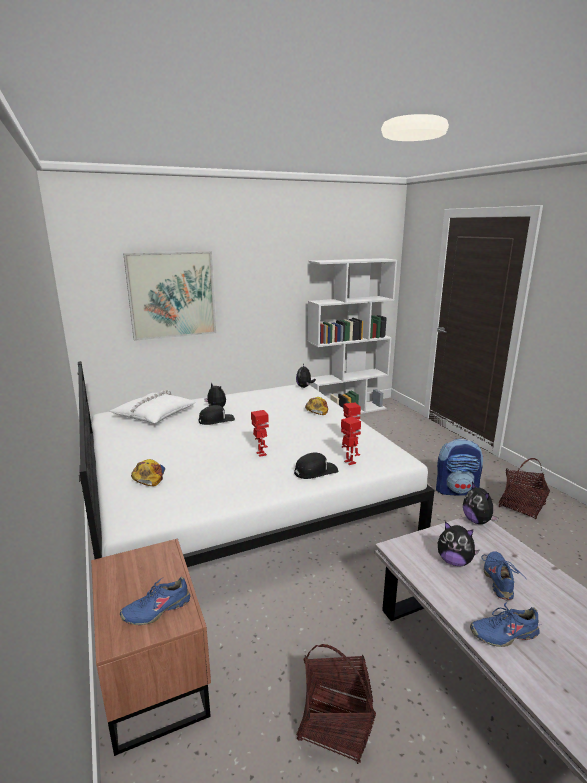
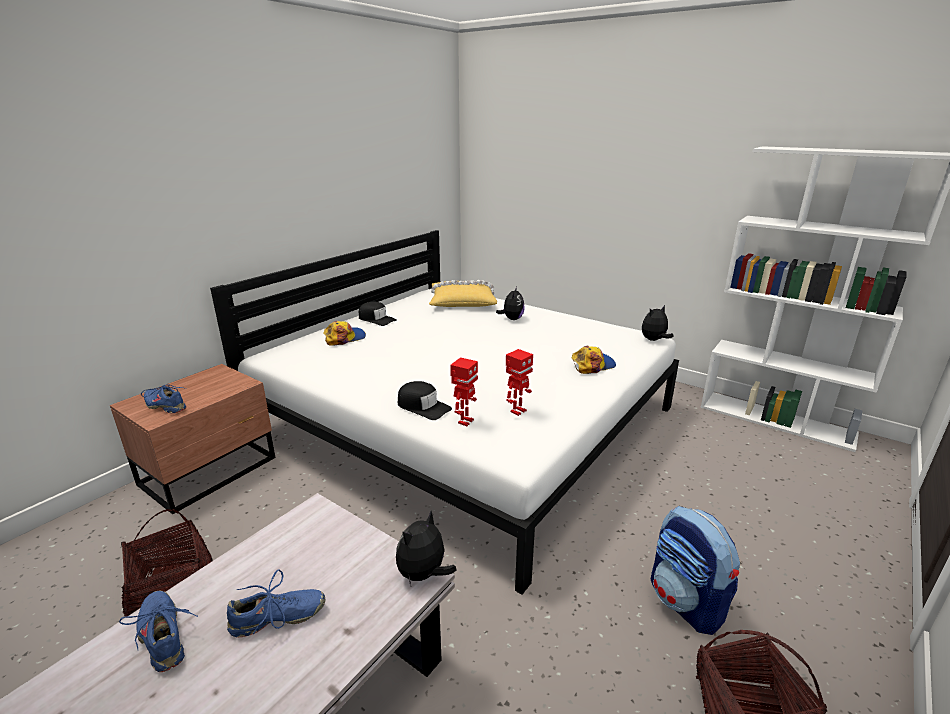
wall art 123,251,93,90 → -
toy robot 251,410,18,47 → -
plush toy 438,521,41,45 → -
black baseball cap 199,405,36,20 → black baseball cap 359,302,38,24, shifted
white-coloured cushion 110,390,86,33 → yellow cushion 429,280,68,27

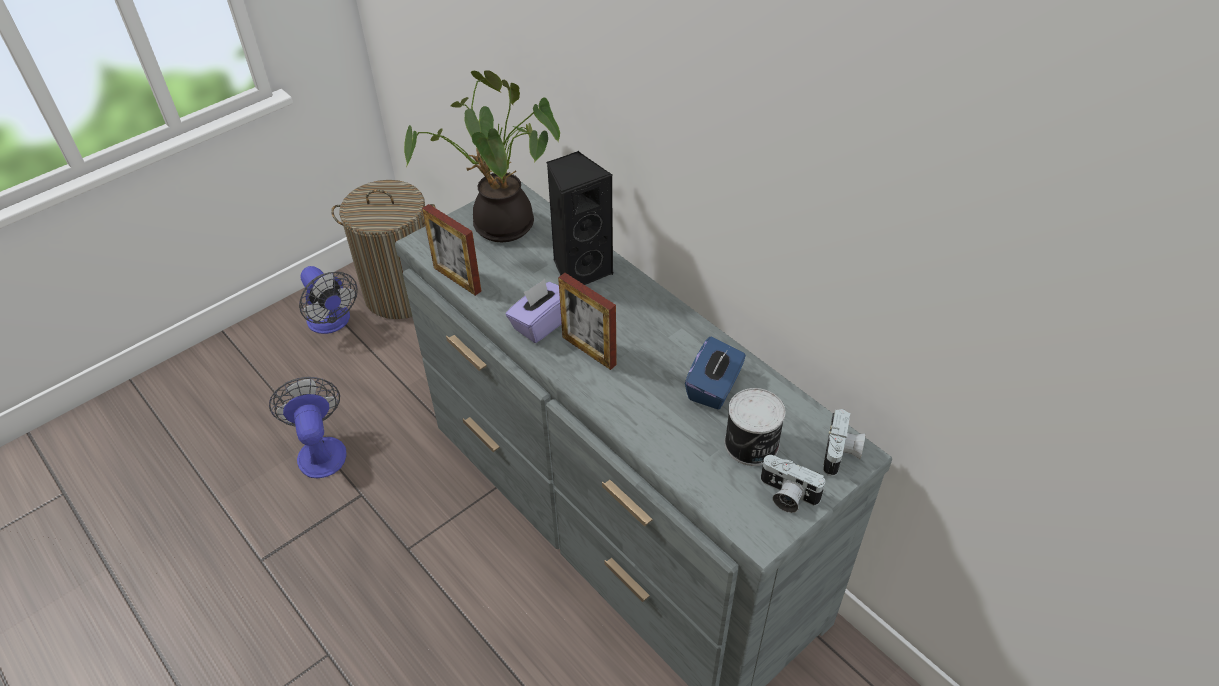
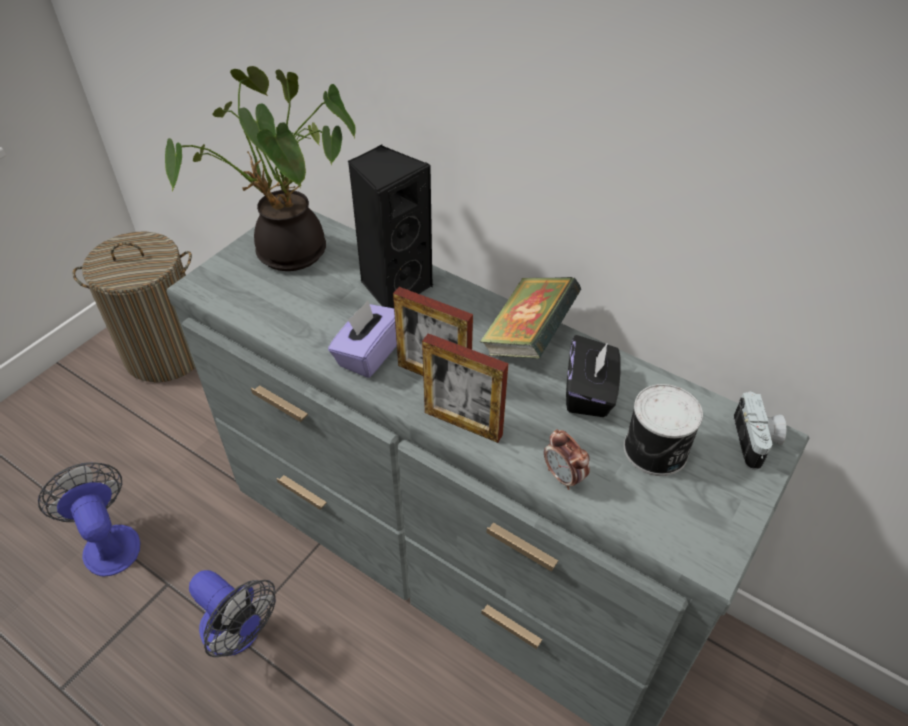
photo camera 761,455,64,58 → -
- → book 480,277,101,82
- → table clock 544,429,46,61
cooling fan 299,266,59,68 → cooling fan 189,570,87,87, shifted
photo frame 422,204,59,92 → photo frame 422,333,86,110, shifted
bluish tissue holder 685,337,61,72 → black tissue holder 566,335,55,82

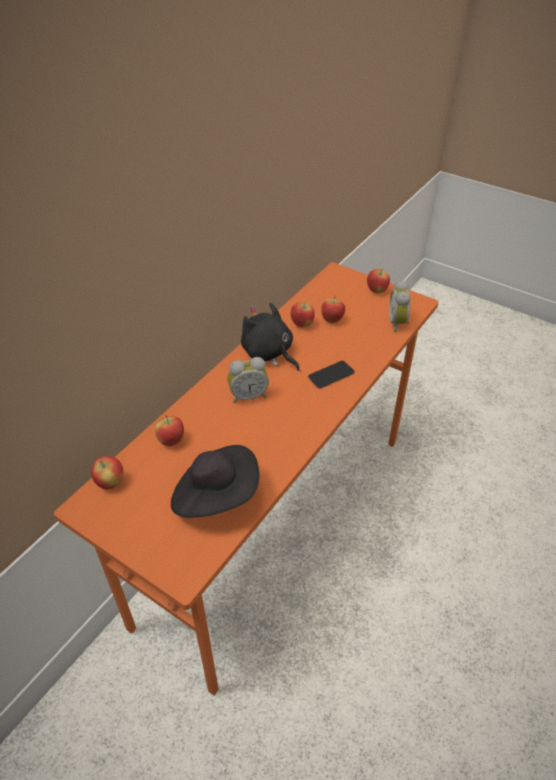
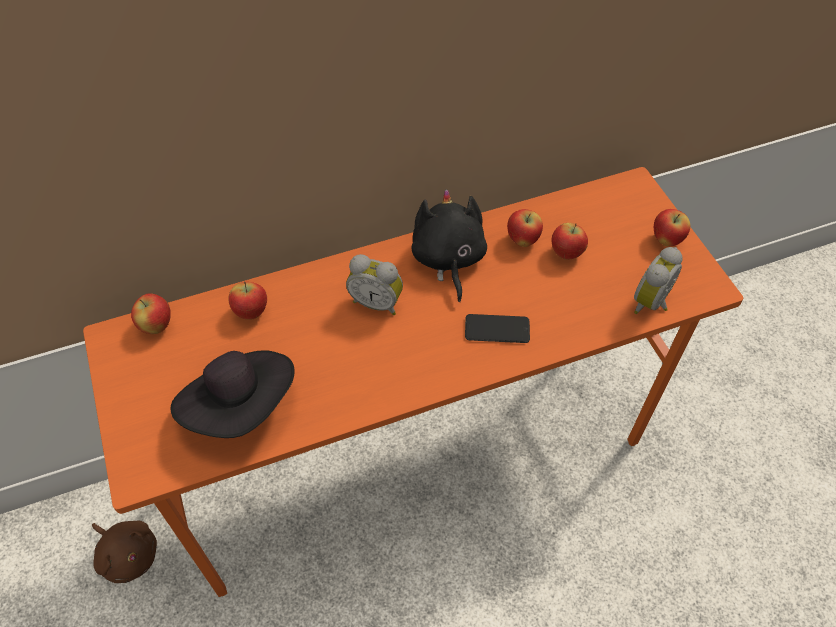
- → brown plush toy 92,520,65,63

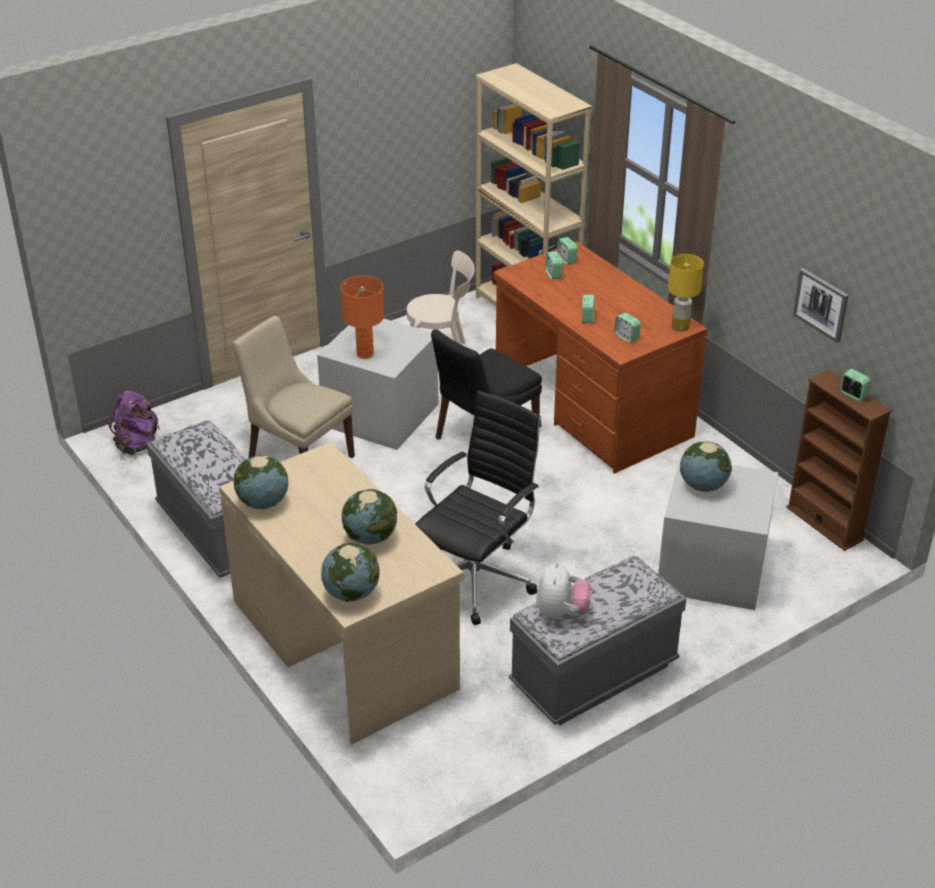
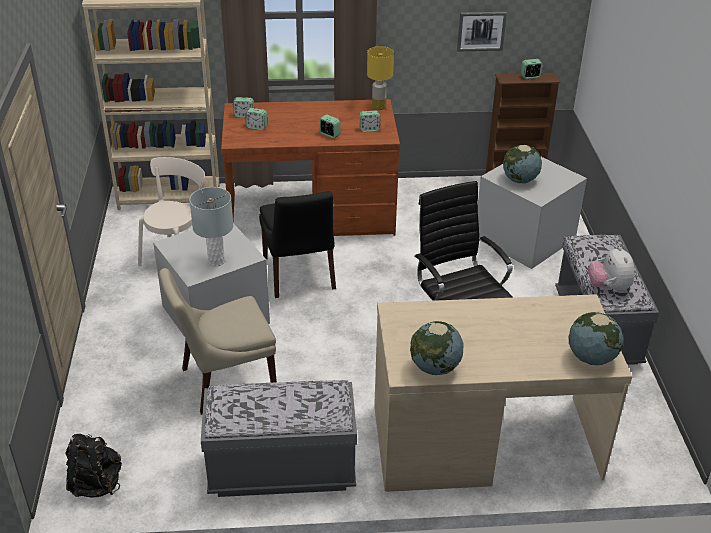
desk globe 342,489,55,56 → -
purplish rucksack 108,391,52,64 → black rucksack 66,434,56,63
orange-coloured table lamp 341,276,43,83 → grey table lamp 189,187,45,80
plush toy 536,562,55,56 → plush toy 588,247,46,45, 135 degrees counterclockwise

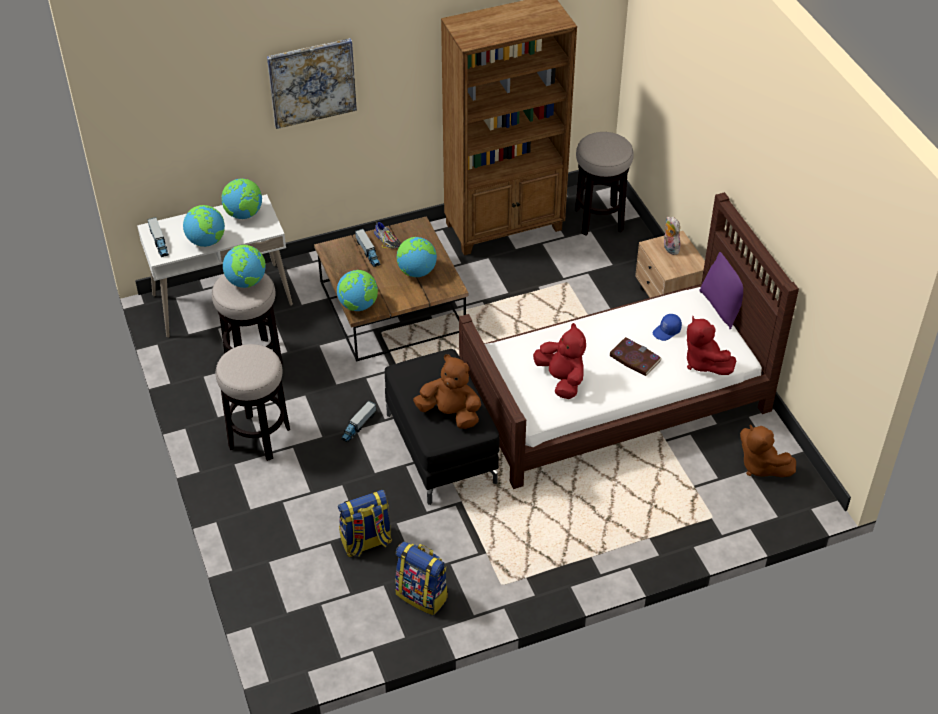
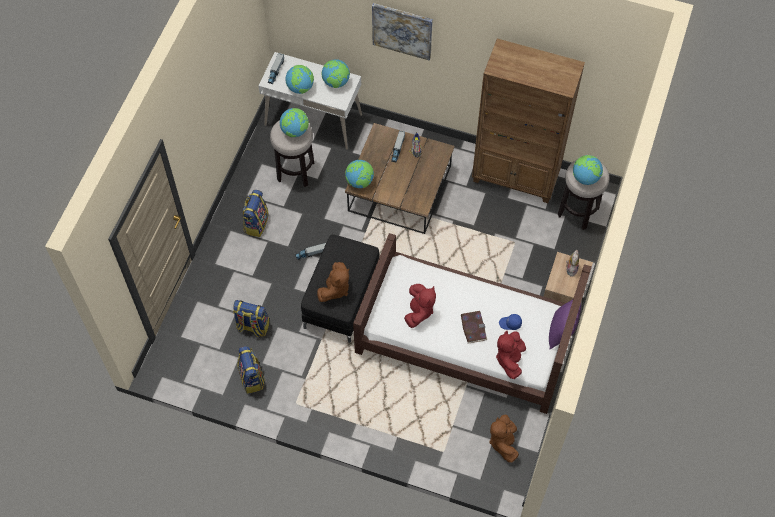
desk globe 397,237,40,40 → desk globe 573,155,30,30, shifted
sitting stool 216,344,74,117 → rucksack 243,190,26,47
brown plush toy 413,354,68,75 → brown plush toy 317,262,32,40, 60 degrees clockwise

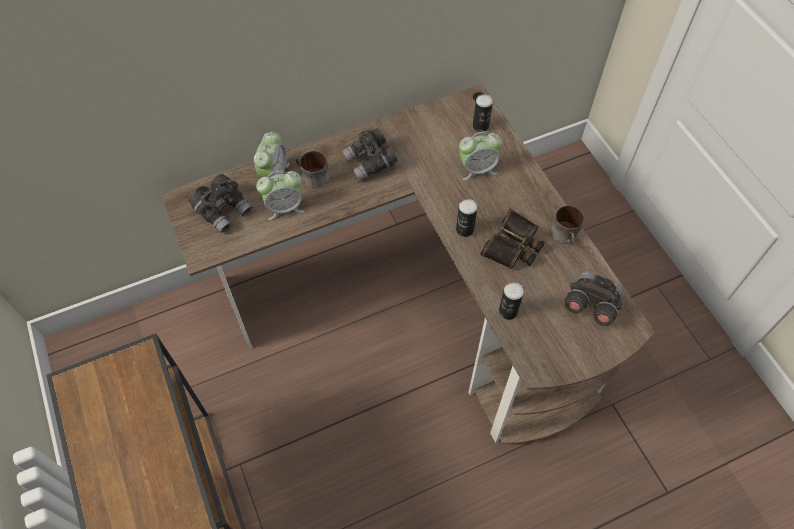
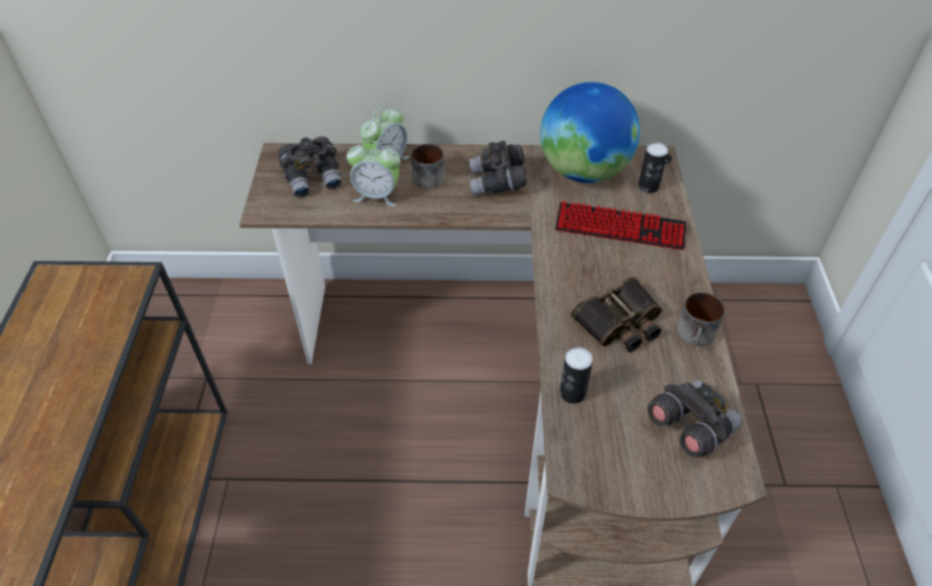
sealed can 456,199,21,38 → -
- → desk globe 540,82,100,101
table clock 459,131,44,49 → keyboard 555,201,131,49

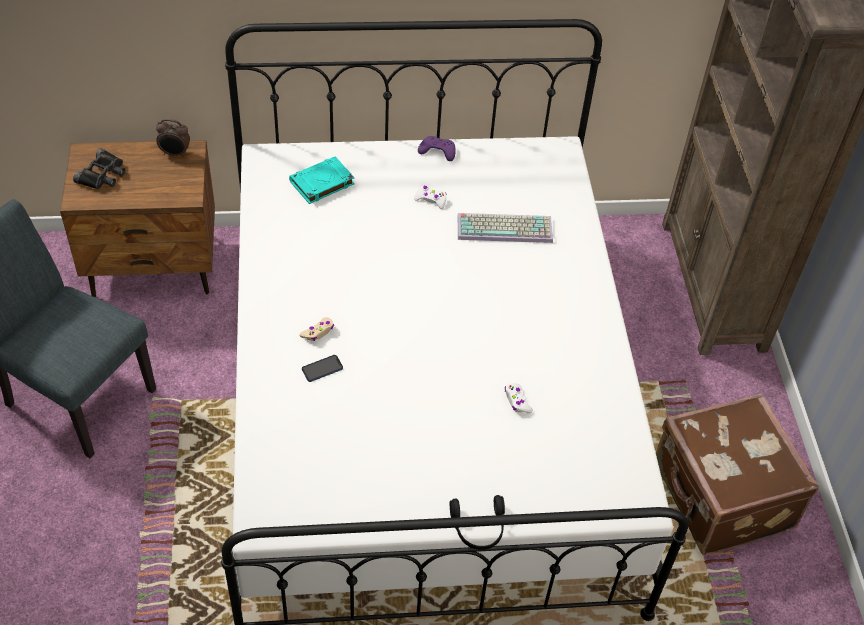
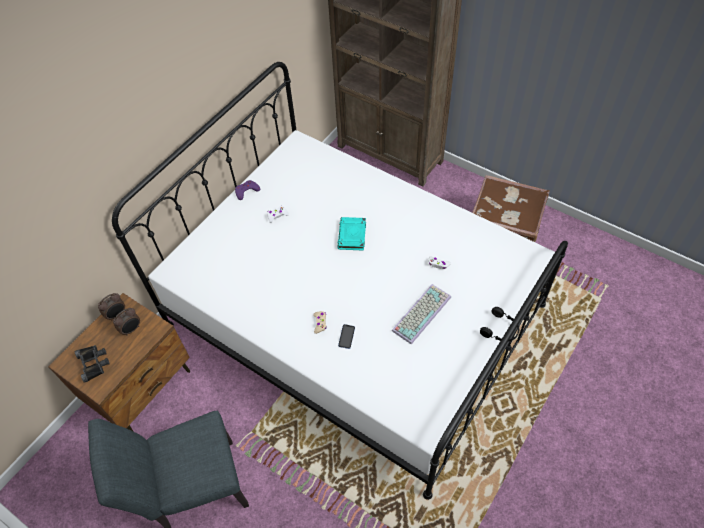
- → table clock 113,308,27,28
turquoise book 289,156,65,48 → turquoise book 337,217,29,34, shifted
keyboard 458,213,95,30 → keyboard 392,284,59,60, shifted

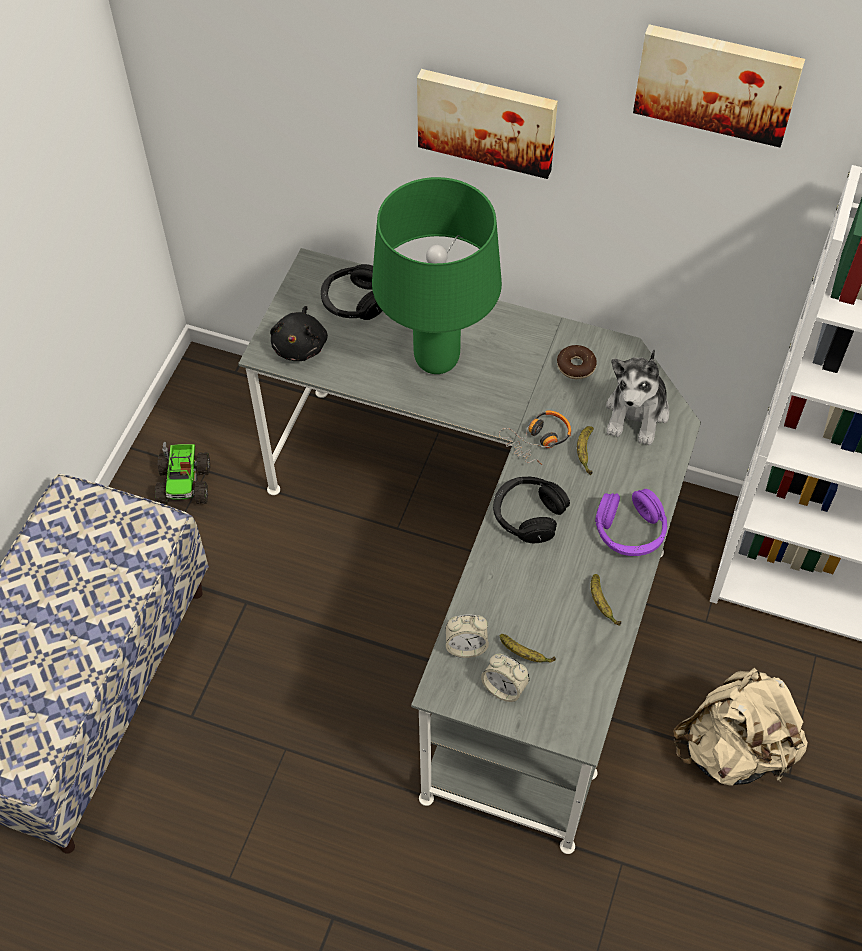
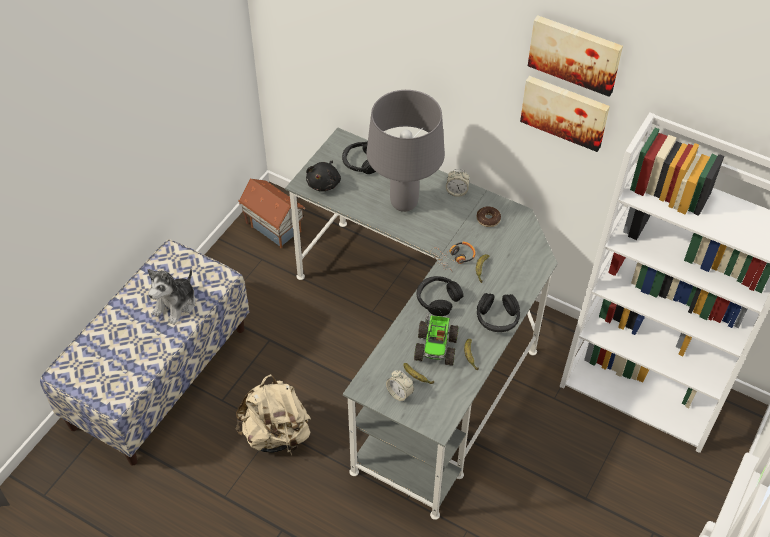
- → miniature house 238,179,67,69
toy truck 155,442,55,63 → toy truck 414,312,45,54, shifted
wall art 417,69,141,110 → wall art 520,76,90,76, shifted
table clock 445,614,44,44 → table clock 446,169,23,28, shifted
plush toy 606,350,63,96 → plush toy 148,269,48,56, shifted
sand-coloured rucksack 673,668,135,118 → sand-coloured rucksack 236,374,75,81, shifted
green table lamp 372,177,130,197 → grey table lamp 366,90,79,122
purplish headset 595,489,72,67 → black headset 477,293,43,39

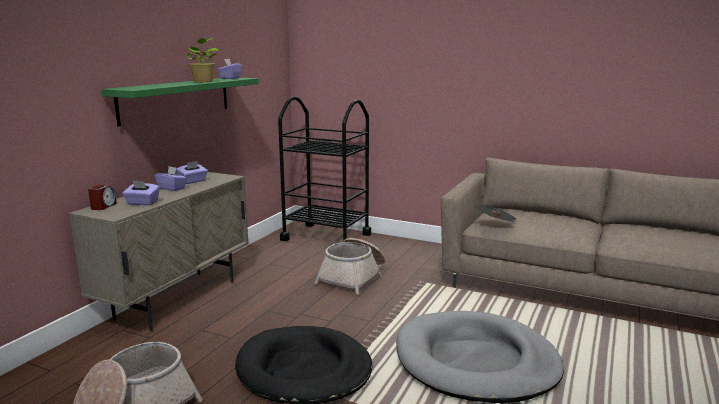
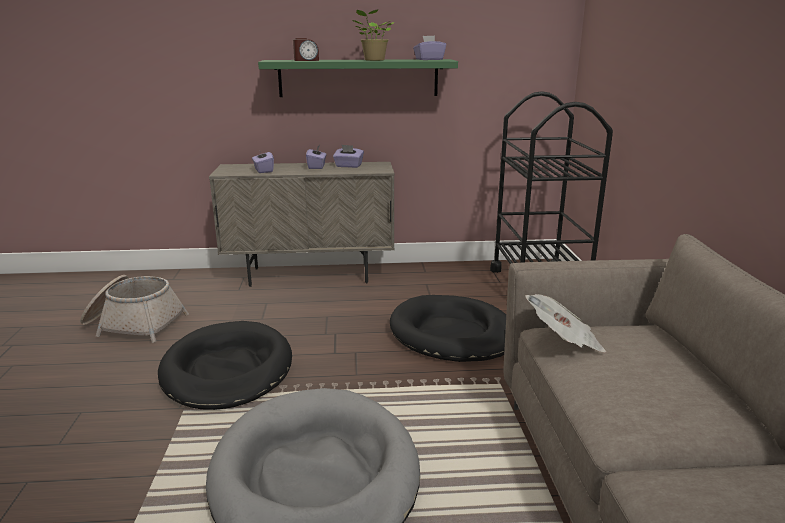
table clock 88,185,29,25 → table clock 293,38,26,23, shifted
household basket 314,238,71,57 → black dog cushion 390,295,116,67

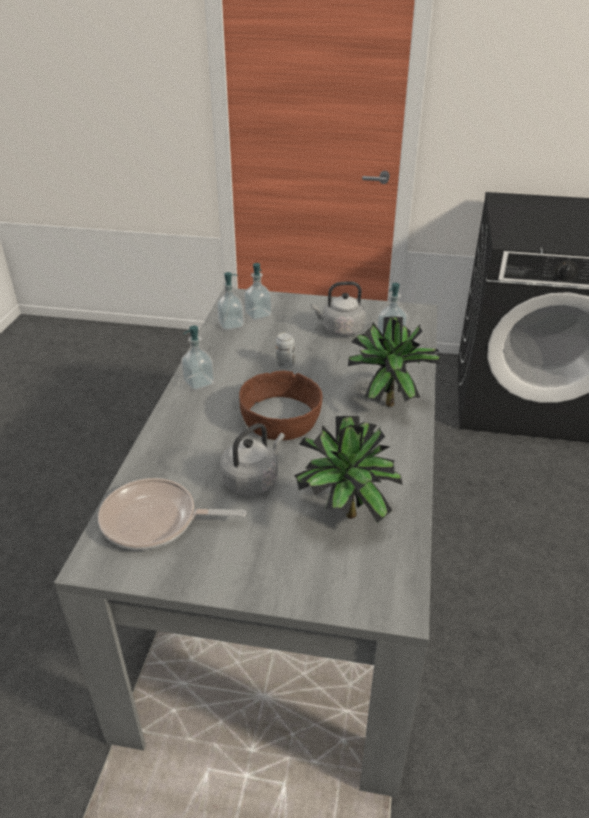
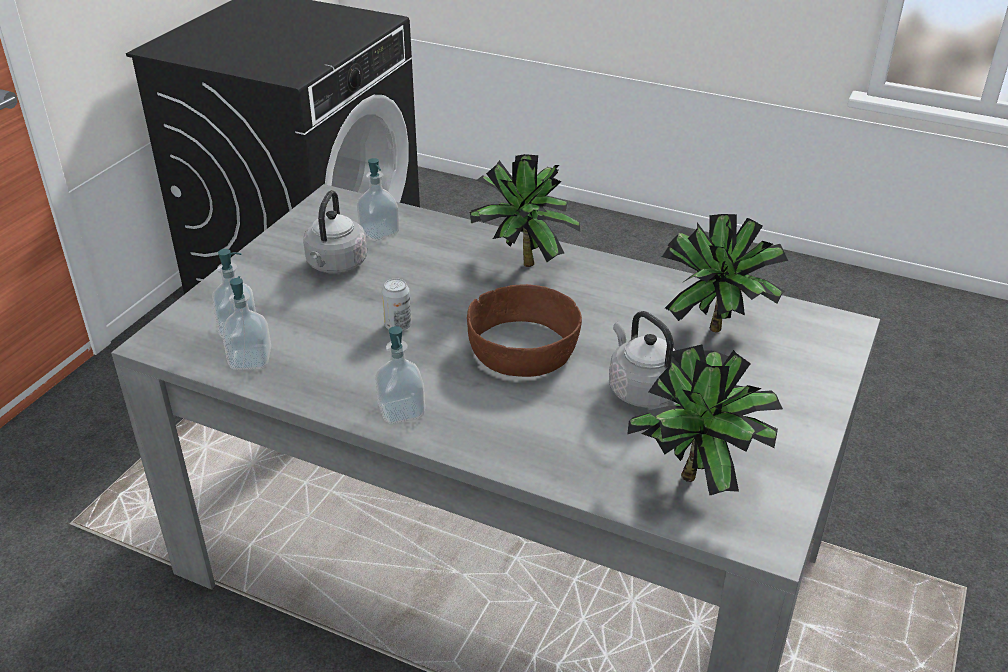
frying pan 98,478,148,72 → houseplant 627,344,156,151

